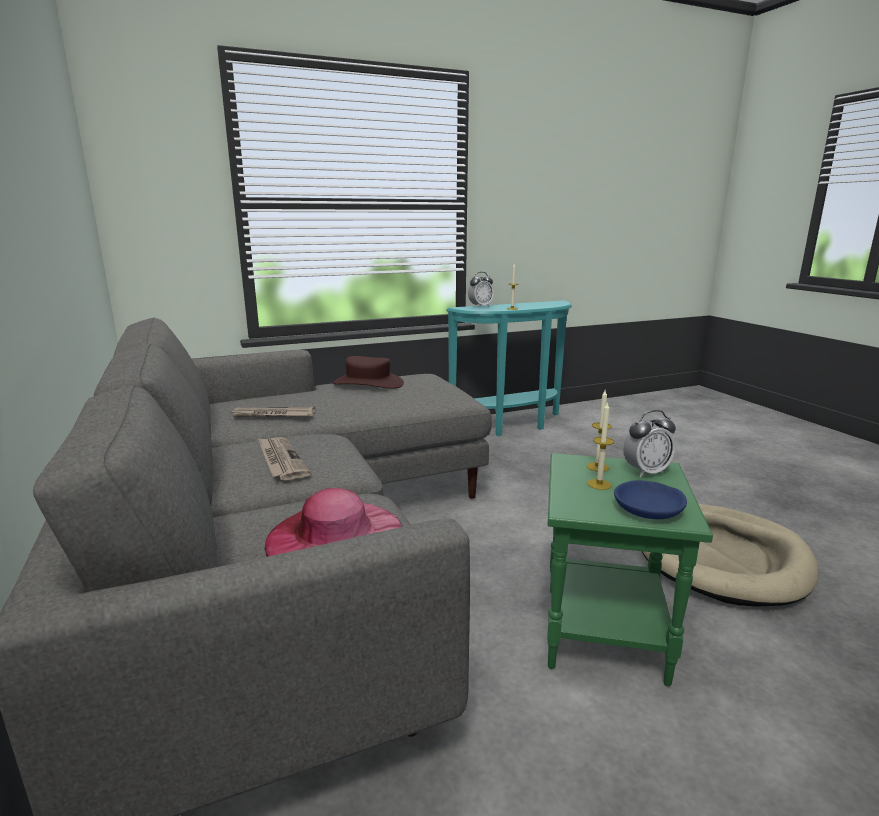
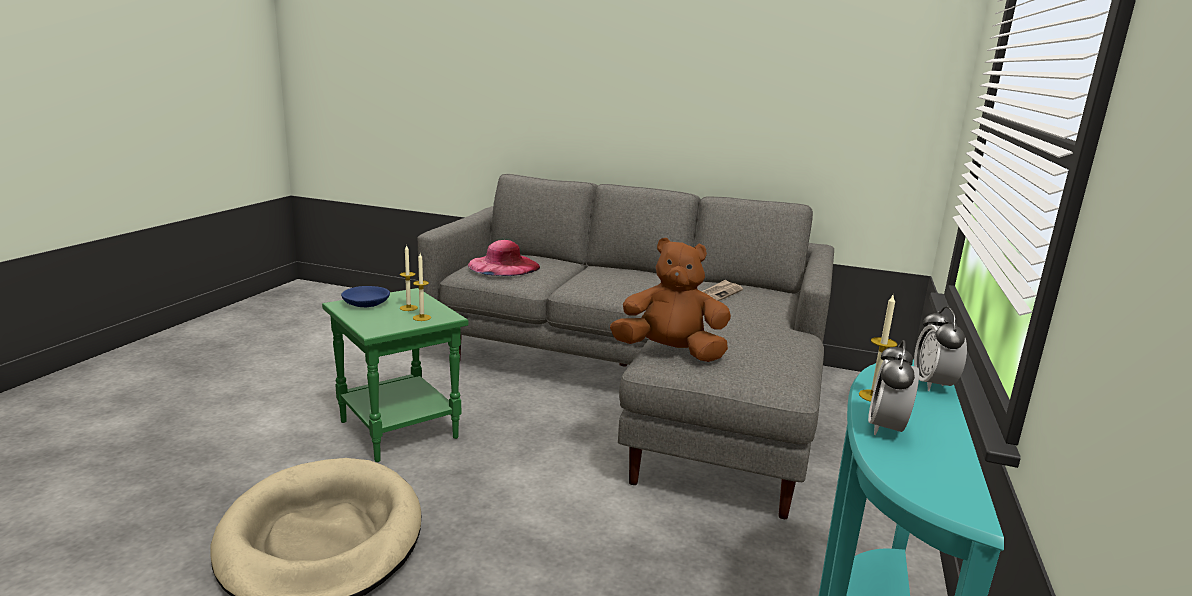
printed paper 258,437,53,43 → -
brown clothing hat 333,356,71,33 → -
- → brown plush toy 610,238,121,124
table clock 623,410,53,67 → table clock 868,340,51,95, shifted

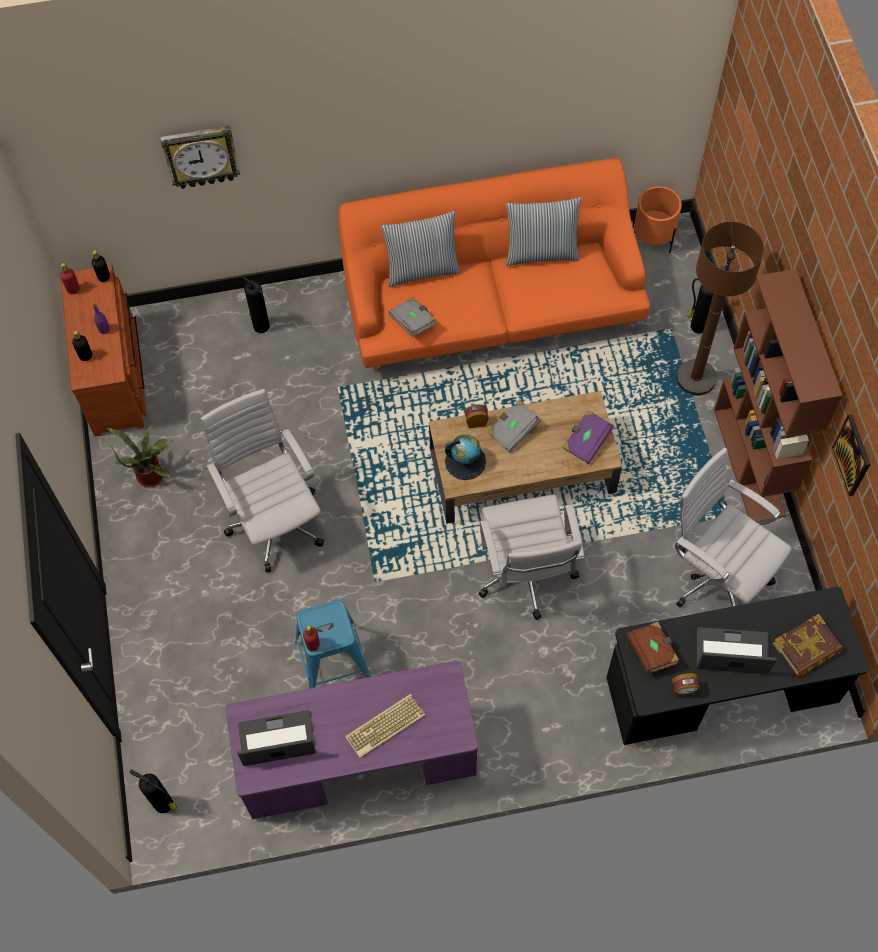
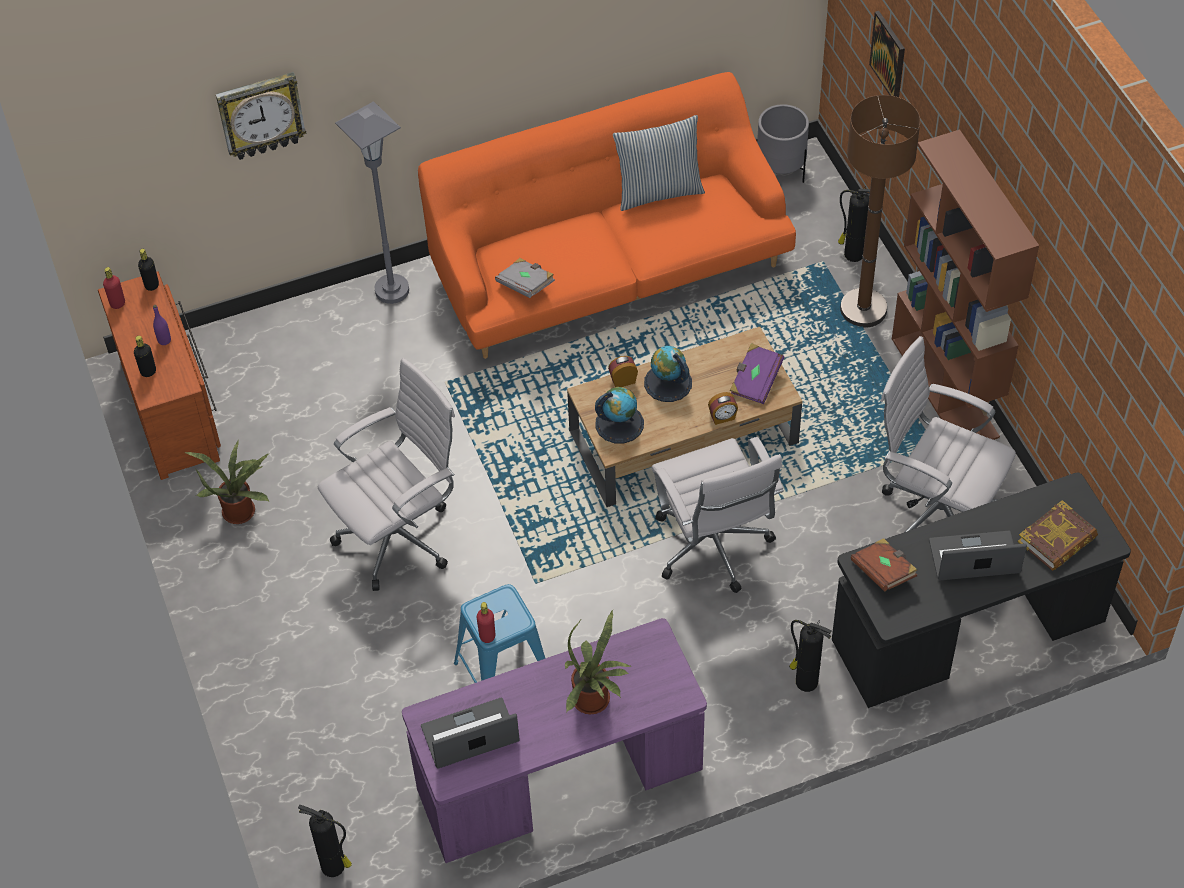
cushion 381,211,80,76 → -
- → grey floor lamp 335,101,74,203
extinguisher 241,277,29,56 → extinguisher 789,620,43,72, shifted
table clock 672,673,28,24 → table clock 708,392,30,33, shifted
wall art 832,414,38,82 → wall art 869,11,36,86, shifted
keyboard 345,694,80,64 → houseplant 565,610,67,104
grey book 487,400,54,53 → desk globe 644,346,48,56
orange-coloured planter 633,186,49,67 → grey planter 757,104,52,79
white-coloured desk chair 201,389,123,184 → white-coloured desk chair 318,358,137,233, 90 degrees clockwise

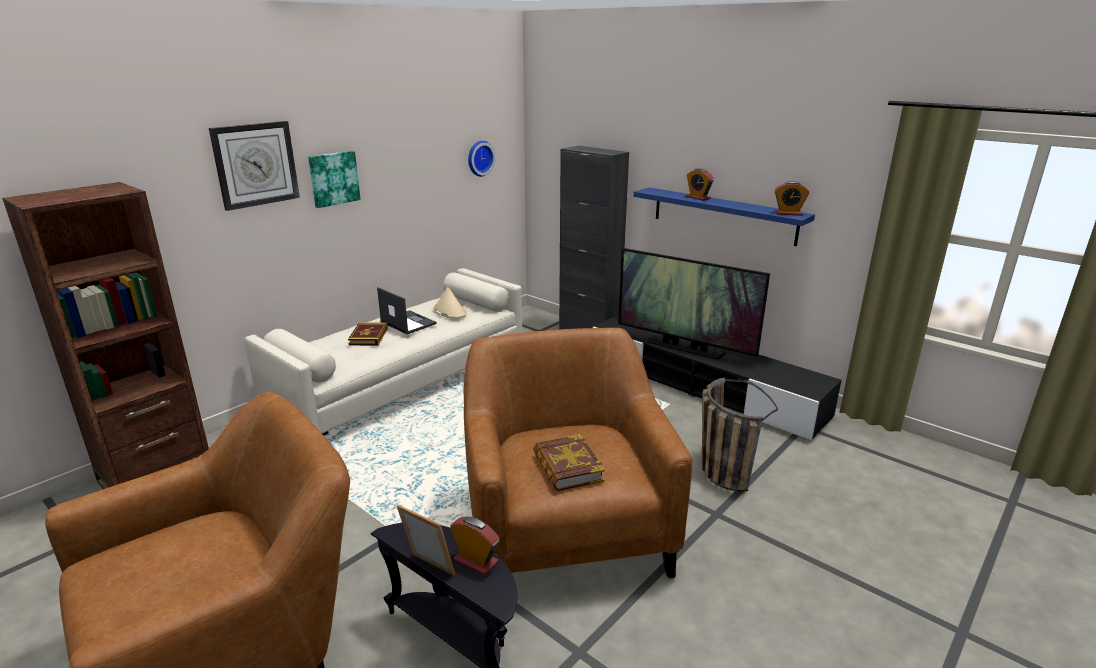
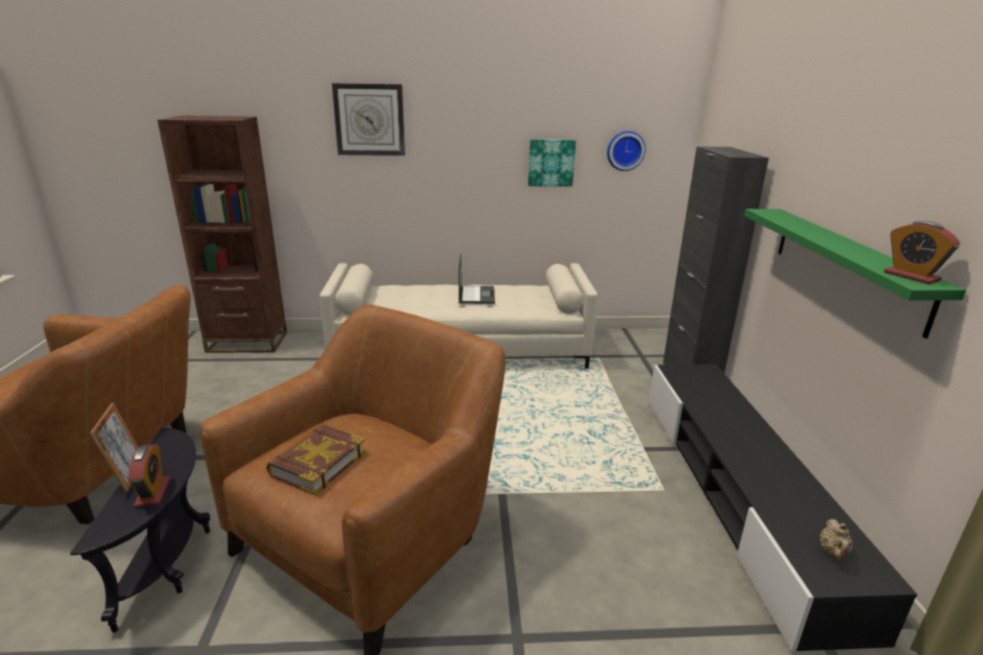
book 348,322,40,24 → -
sand-coloured clothing hat 433,286,34,33 → -
television 618,248,152,111 → -
table clock 686,168,28,33 → -
household basket 702,378,76,114 → -
- → sand-coloured pot for tea 820,519,33,42
wall art 308,151,53,57 → wall art 528,139,48,48, shifted
bluish wall shelf 634,187,181,59 → green wall shelf 744,209,222,130

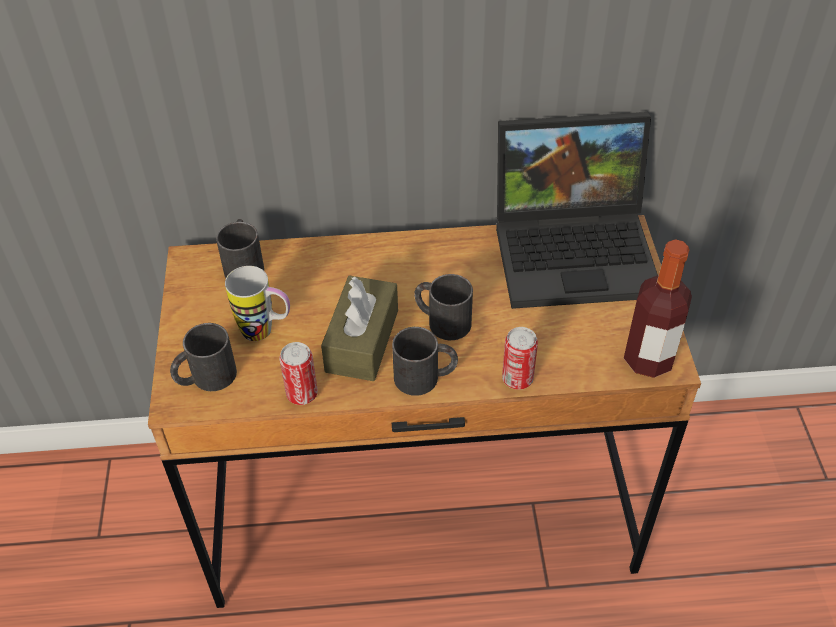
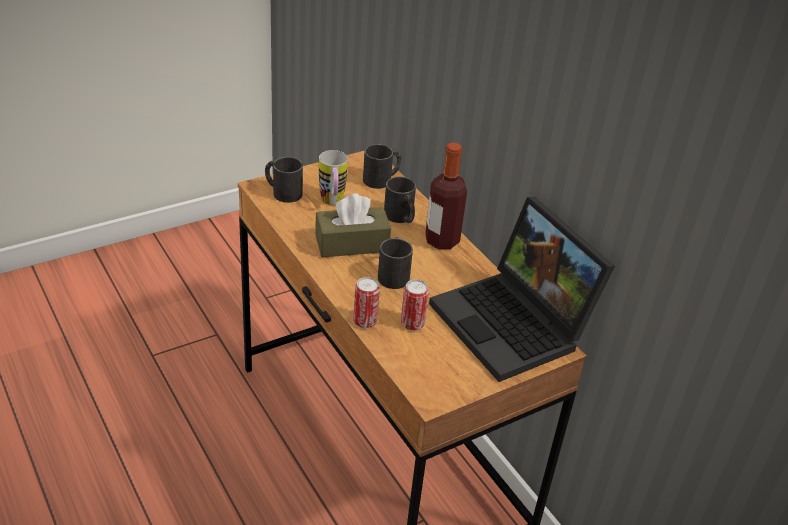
sealed can 279,342,39,63 → sealed can 401,279,28,52, shifted
black coffee mug 392,327,66,69 → black coffee mug 384,177,32,46, shifted
bottle 624,239,68,139 → bottle 425,143,42,106, shifted

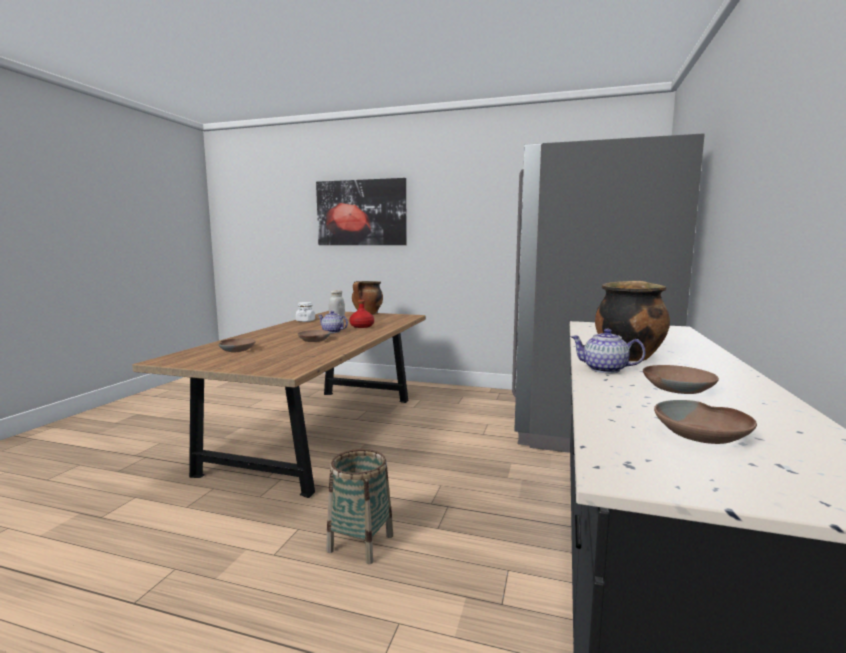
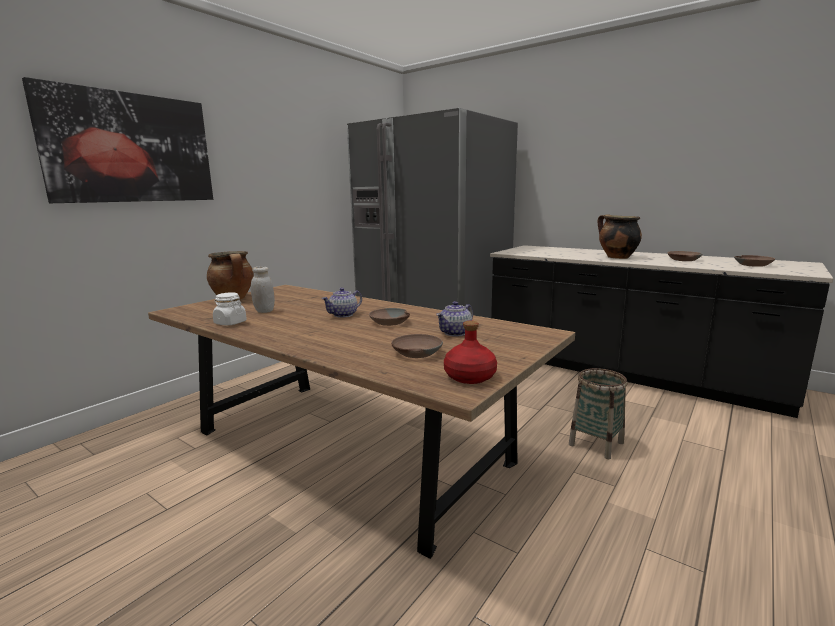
red-coloured bottle 349,300,25,28 → red-coloured bottle 444,321,53,63, shifted
pot for tea 570,329,76,44 → pot for tea 436,301,37,35, shifted

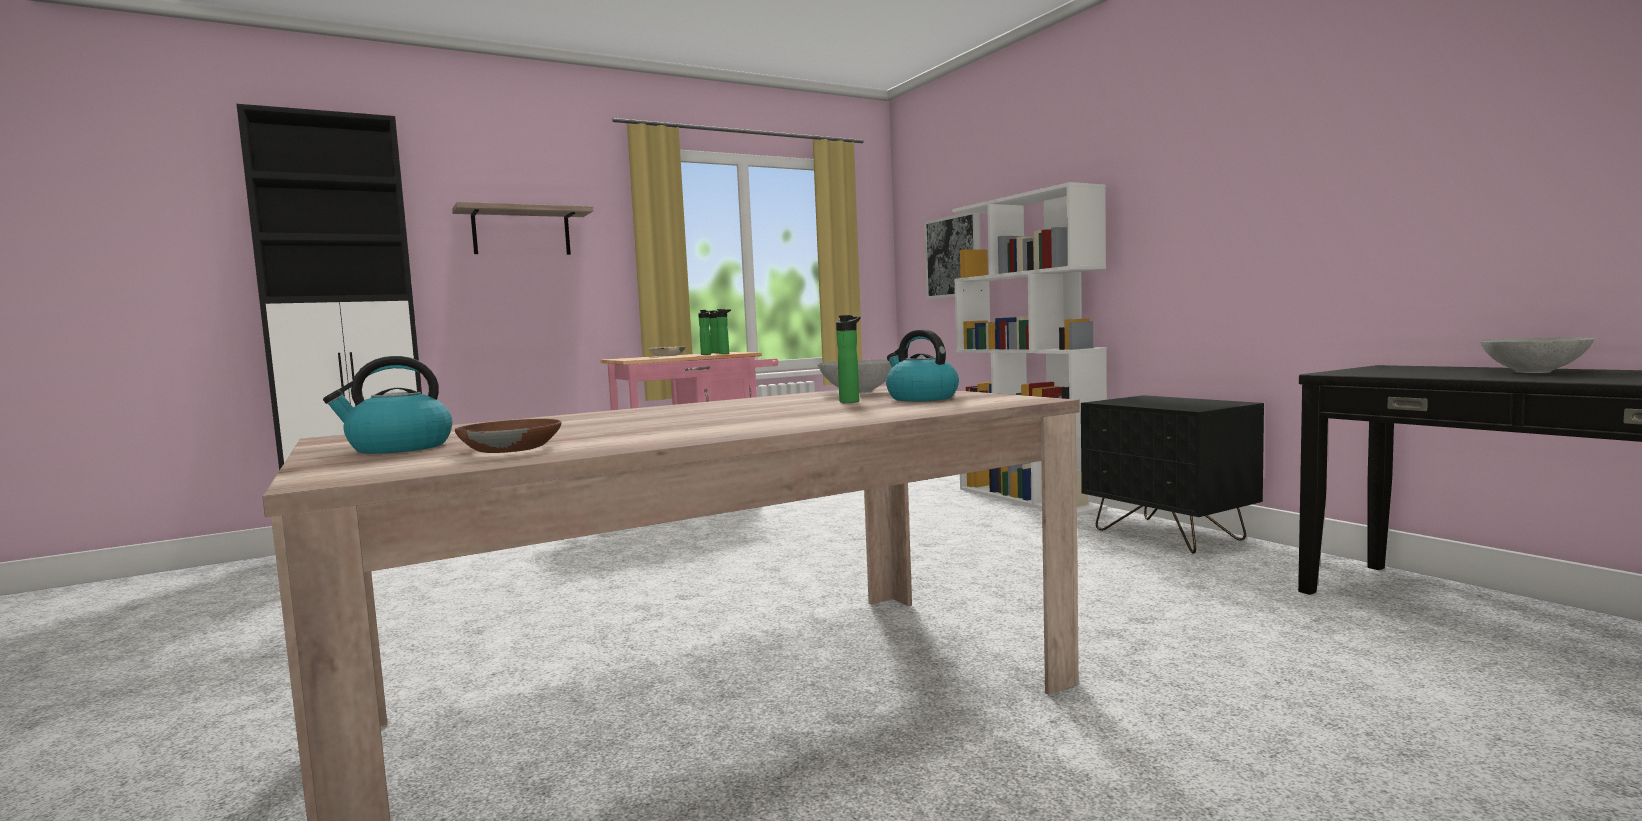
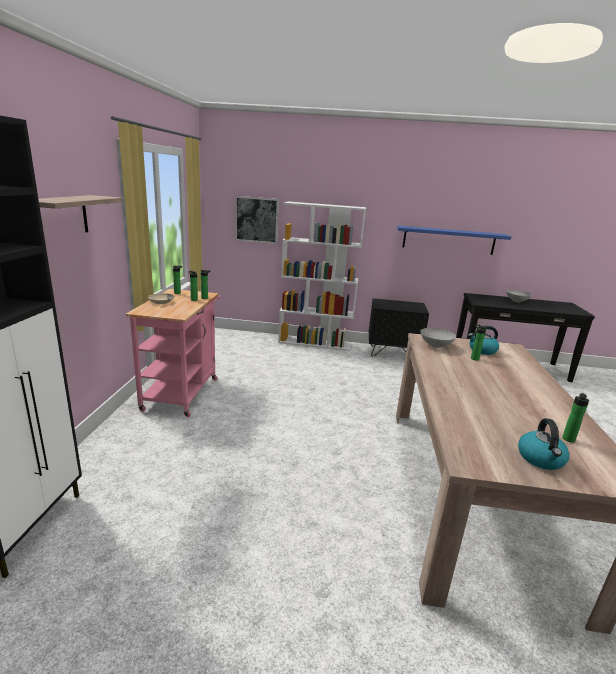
- → bluish wall shelf 397,226,114,29
brown deep dish 455,419,107,34 → bottle 562,393,27,50

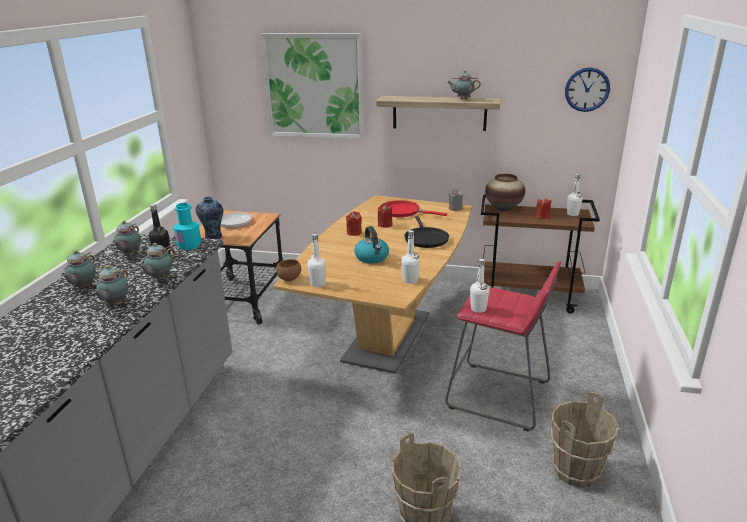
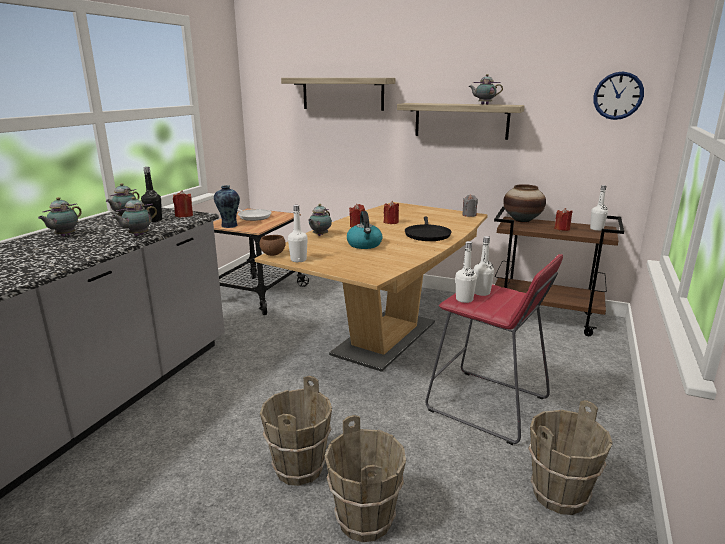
red-coloured frying pan 380,200,67,17 → -
- → brown water bucket 260,376,72,110
pot for tea 92,265,37,40 → pot for tea 308,204,24,32, shifted
white-coloured bottle 401,230,19,54 → white-coloured bottle 473,236,21,60, shifted
turquoise bottle 173,203,28,47 → red-coloured wax light 173,191,20,26
wall art 261,33,103,106 → wall shelf 281,78,114,33

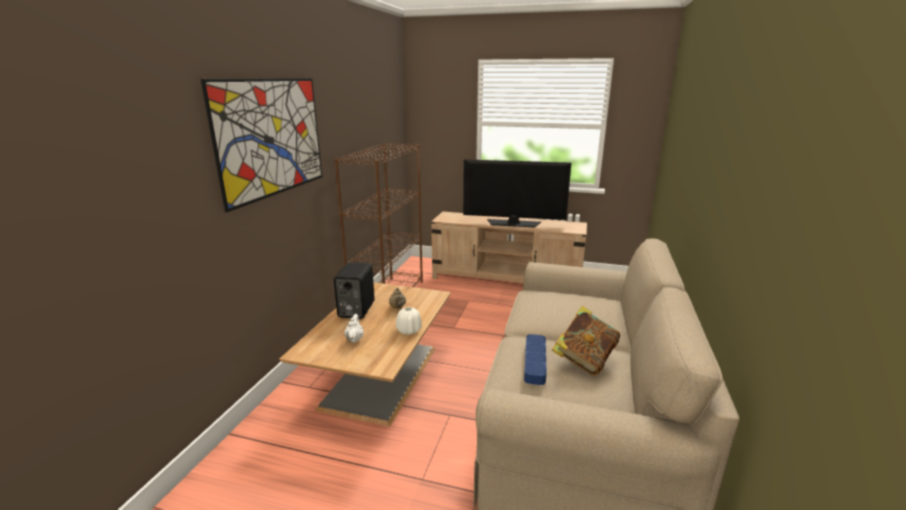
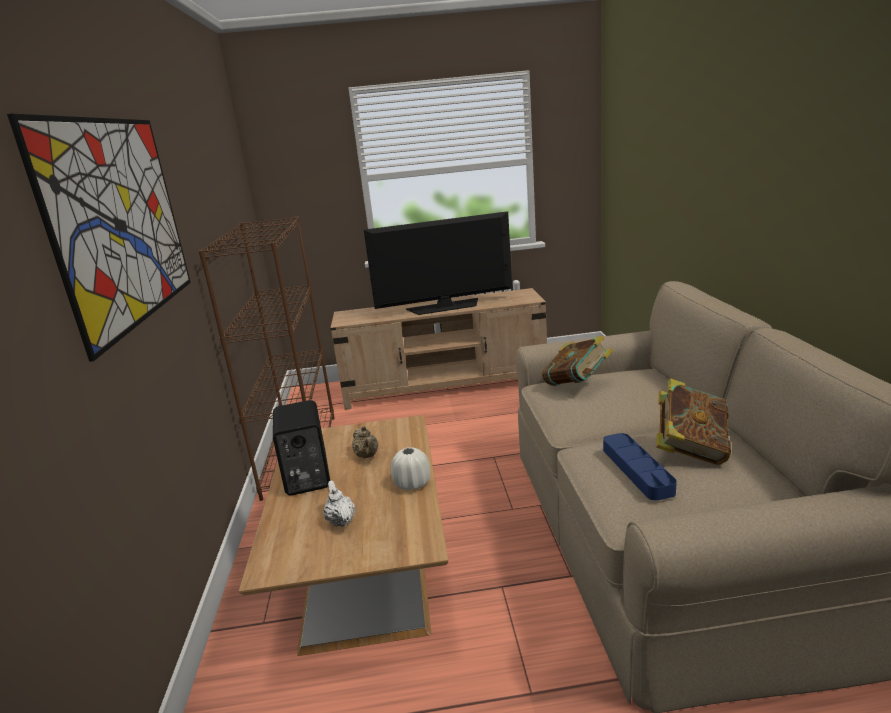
- → book 542,336,71,50

